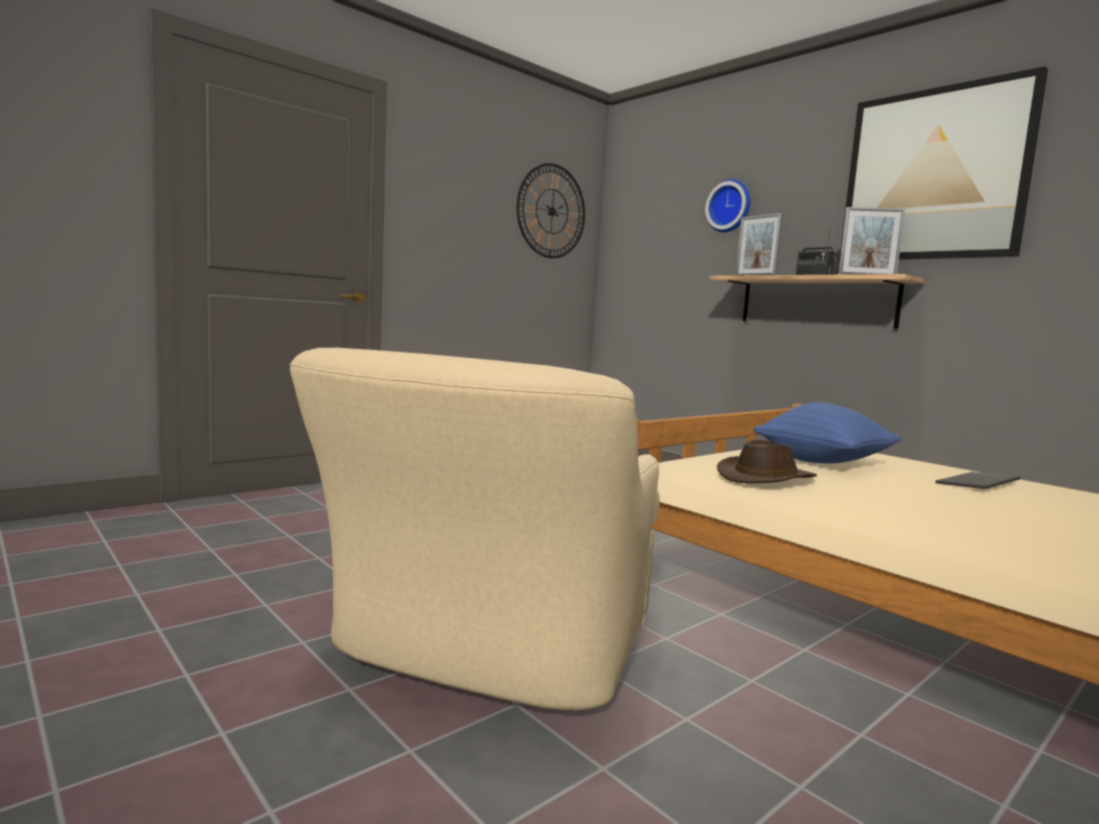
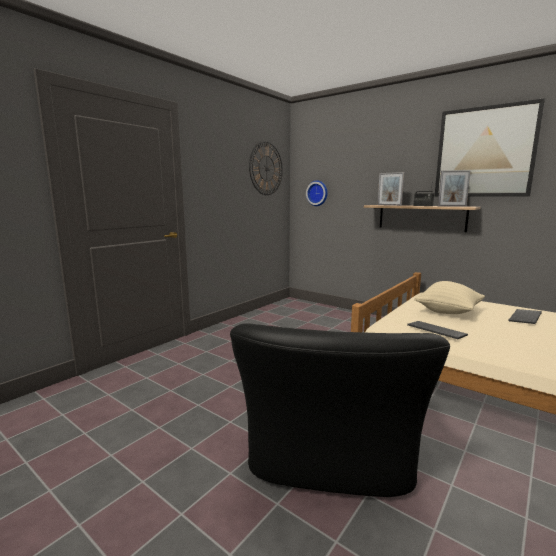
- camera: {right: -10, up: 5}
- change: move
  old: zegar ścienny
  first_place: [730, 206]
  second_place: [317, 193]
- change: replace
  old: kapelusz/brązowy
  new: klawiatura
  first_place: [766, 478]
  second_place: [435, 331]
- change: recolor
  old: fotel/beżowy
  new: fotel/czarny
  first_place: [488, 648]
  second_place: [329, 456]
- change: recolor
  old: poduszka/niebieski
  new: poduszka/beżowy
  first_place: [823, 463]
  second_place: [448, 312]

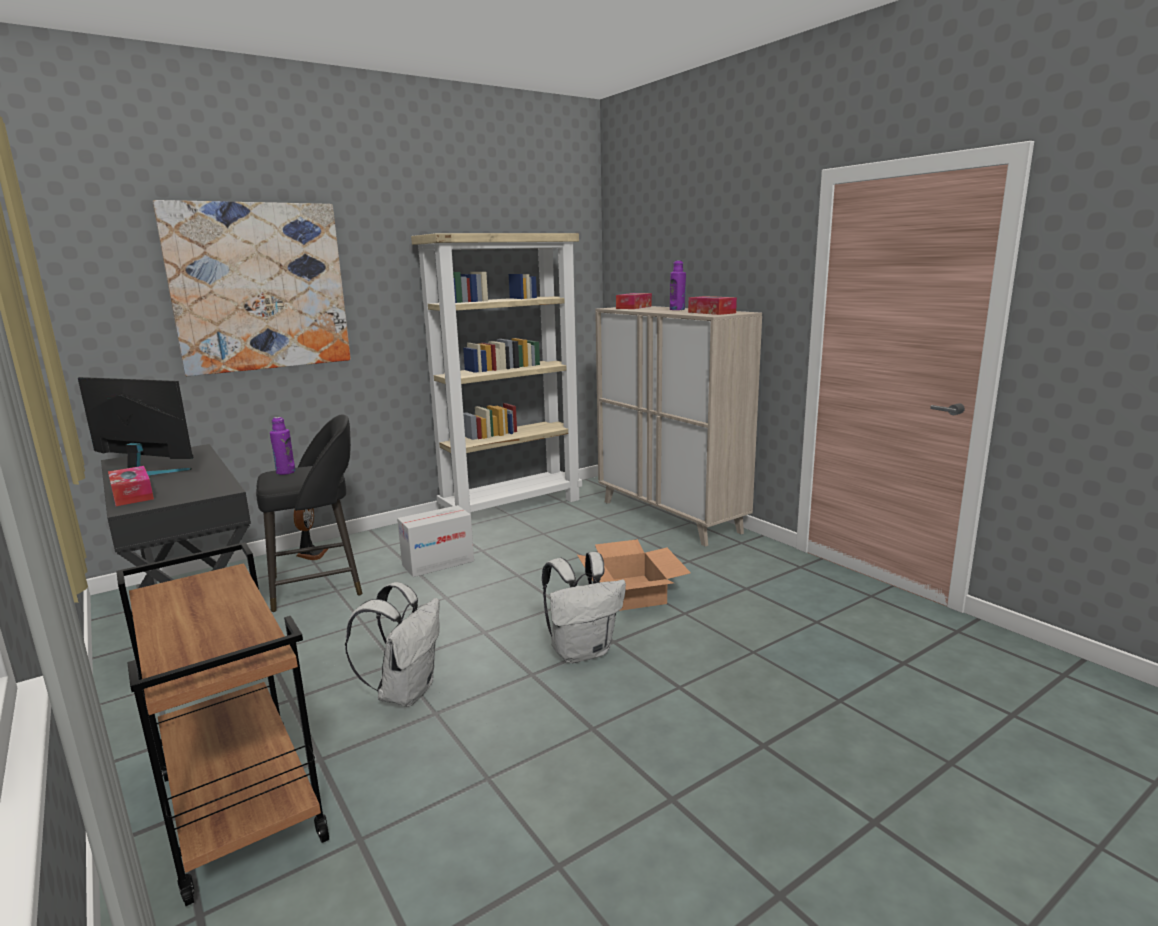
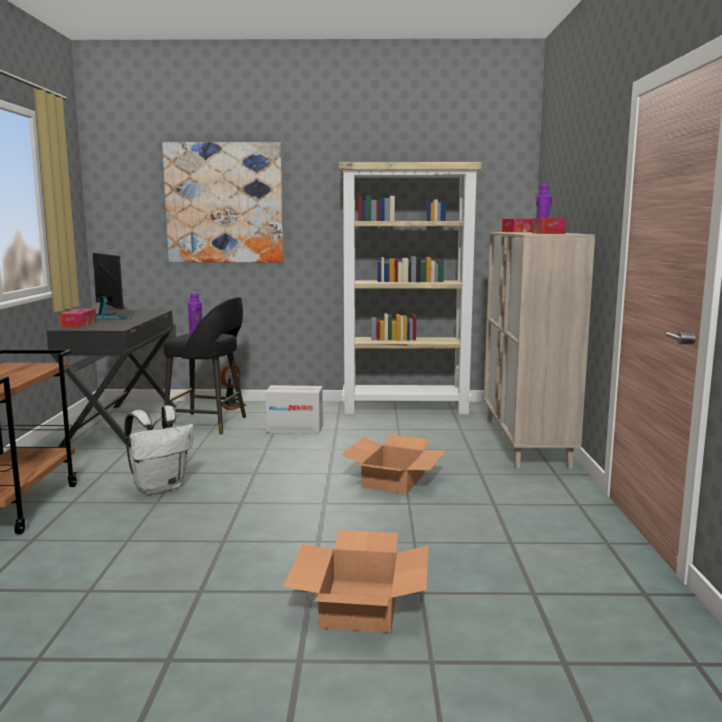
- camera: {right: 35, up: -5}
- change: delete
  old: plecak/biały
  first_place: [582, 651]
- change: insert
  new: karton
  second_place: [359, 605]

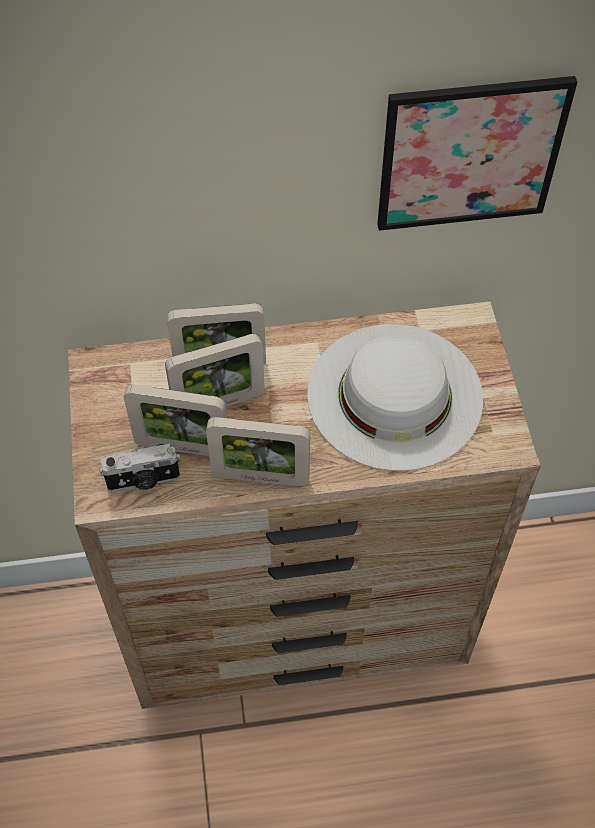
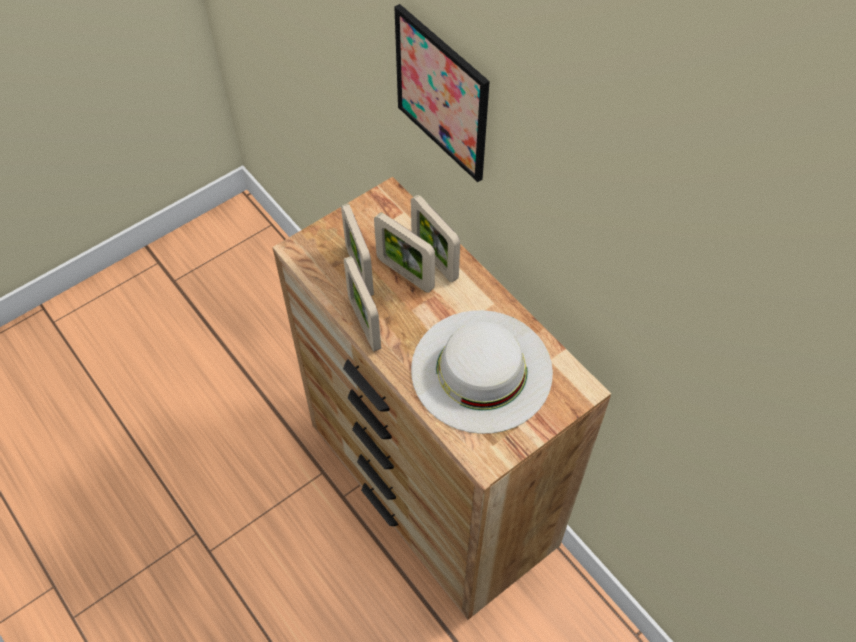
- camera: {right: 60, up: 0}
- change: delete
  old: aparat fotograficzny
  first_place: [143, 480]
- change: move
  old: obraz
  first_place: [470, 154]
  second_place: [442, 94]

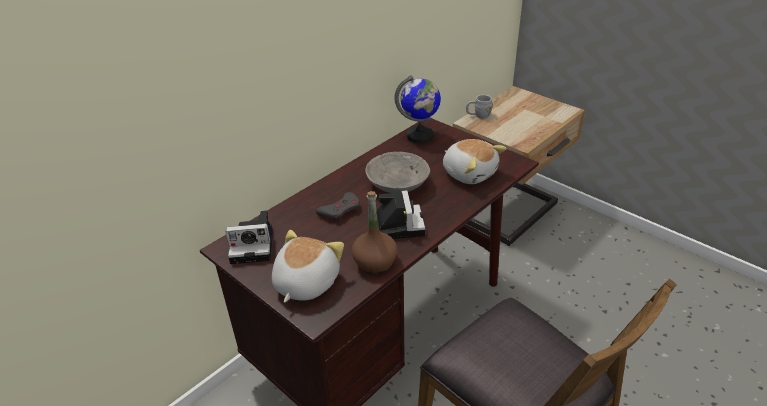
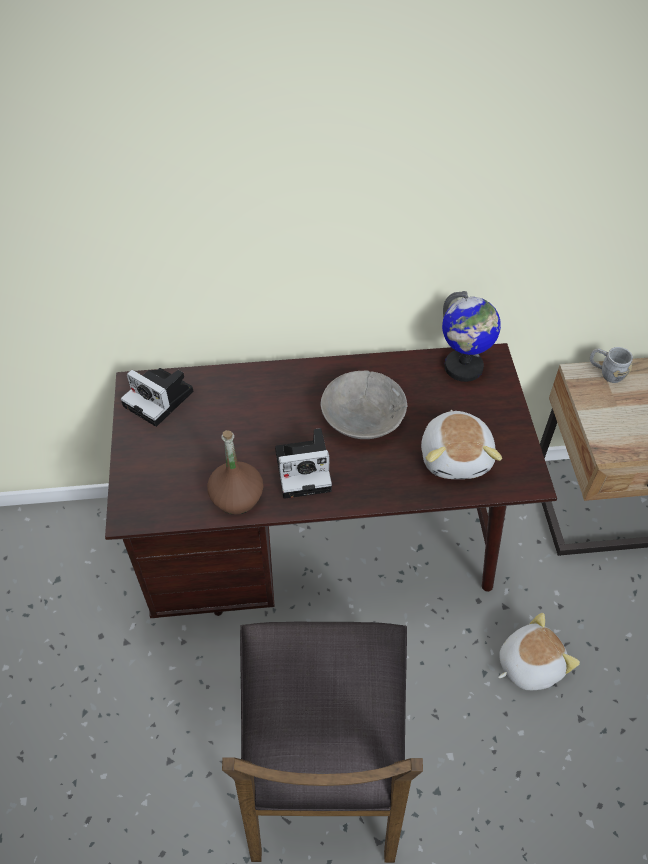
- camera: {right: 40, up: 15}
- change: delete
  old: pad do gier/szary
  first_place: [340, 210]
- change: move
  old: pluszak
  first_place: [305, 283]
  second_place: [528, 663]
- change: rotate
  old: aparat fotograficzny
  first_place: [397, 224]
  second_place: [305, 469]
  degrees: 45

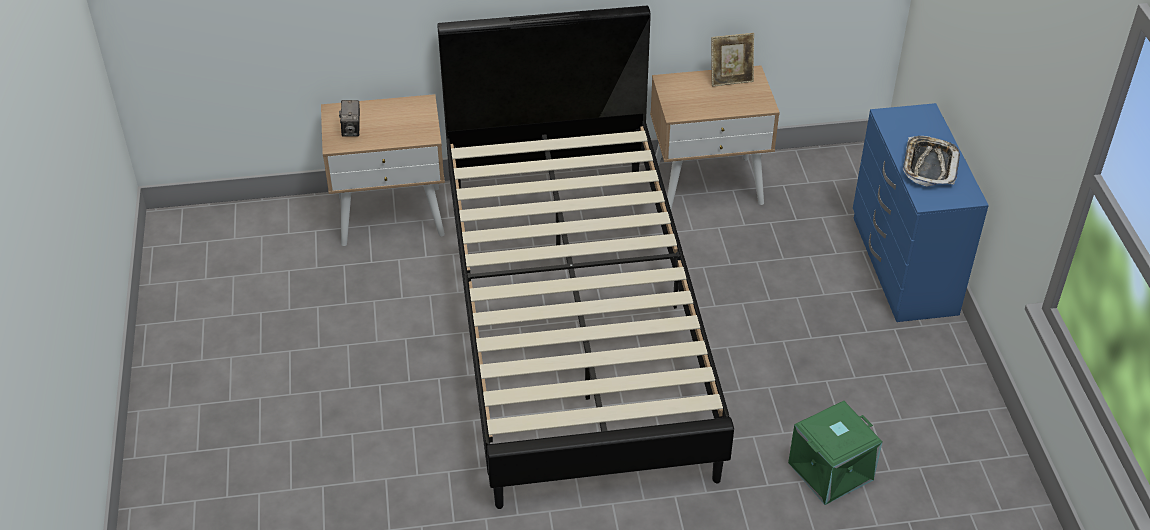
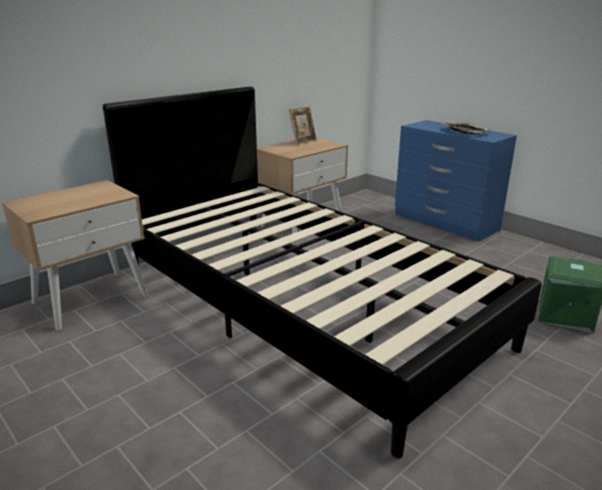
- camera: {right: -35, up: -20}
- change: delete
  old: aparat fotograficzny
  first_place: [351, 130]

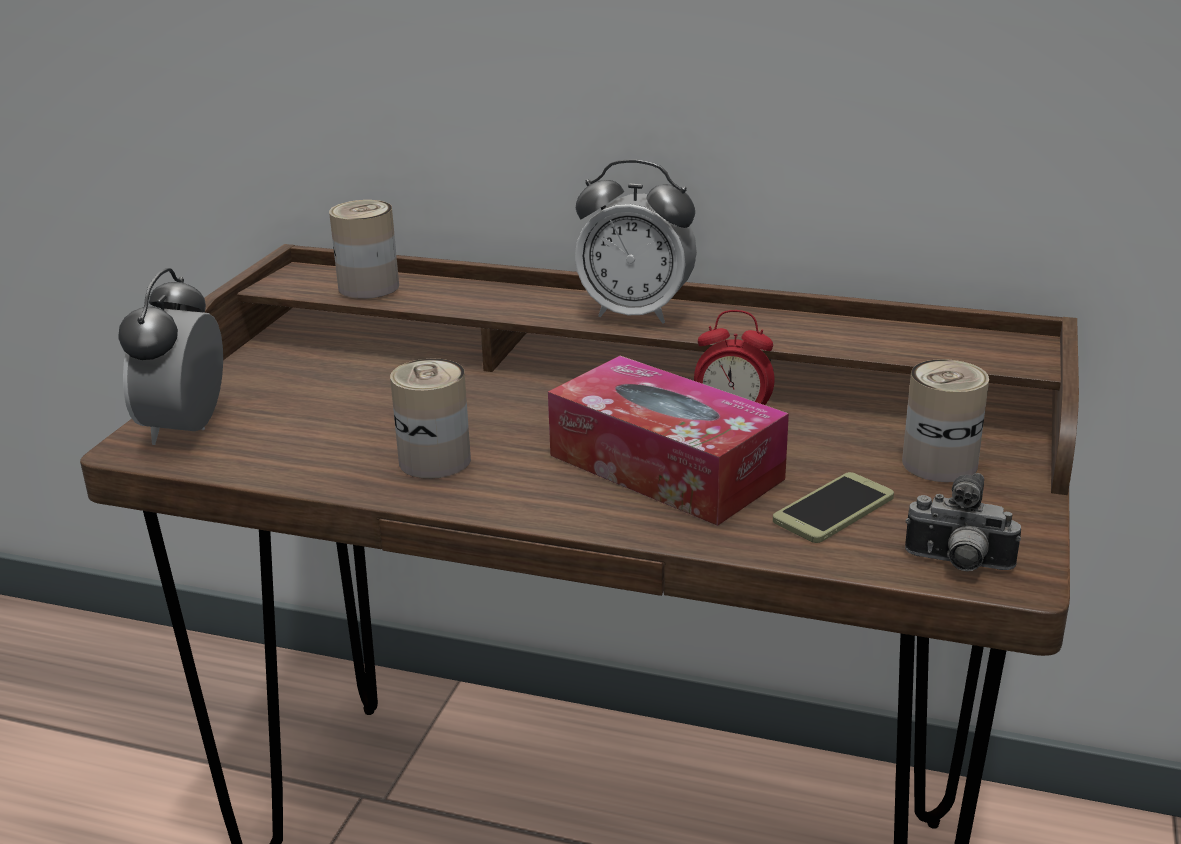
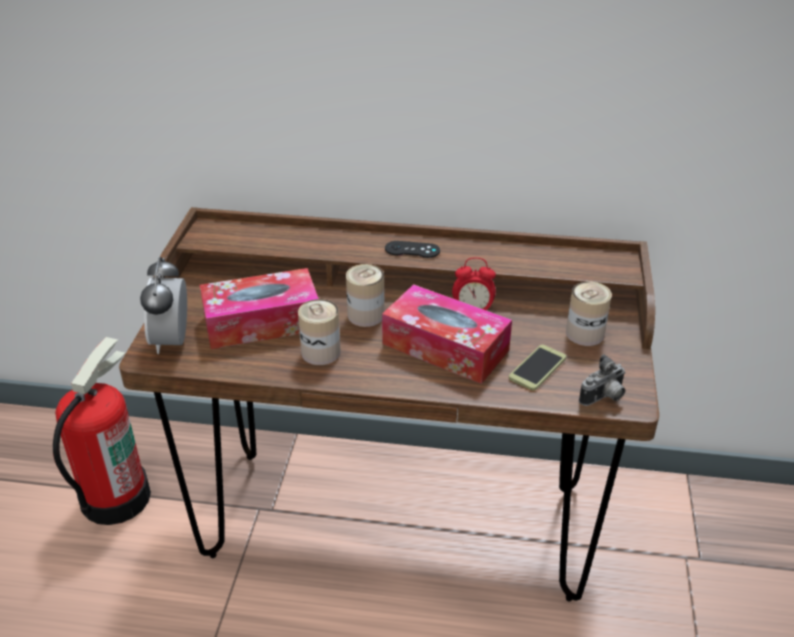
- camera: {right: -10, up: 10}
- change: insert
  new: gaśnica
  second_place: [115, 497]
- change: insert
  new: pudełko chusteczek
  second_place: [262, 322]
- change: move
  old: puszka
  first_place: [368, 287]
  second_place: [366, 315]
- change: replace
  old: budzik
  new: pad do gier/czarny
  first_place: [636, 313]
  second_place: [412, 250]
- change: rotate
  old: aparat fotograficzny
  first_place: [957, 565]
  second_place: [604, 398]
  degrees: -45

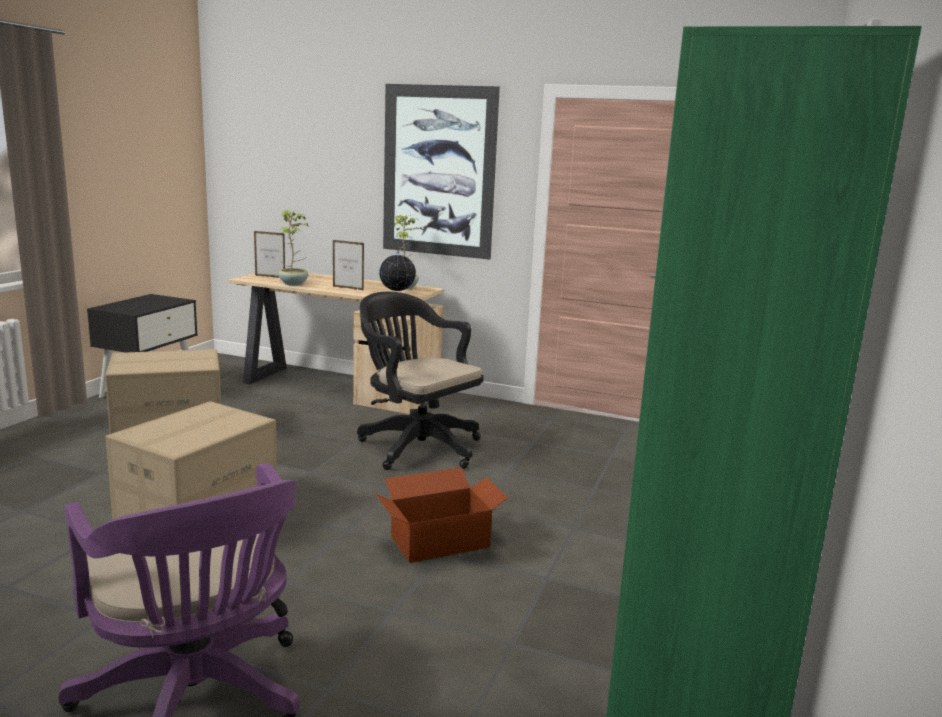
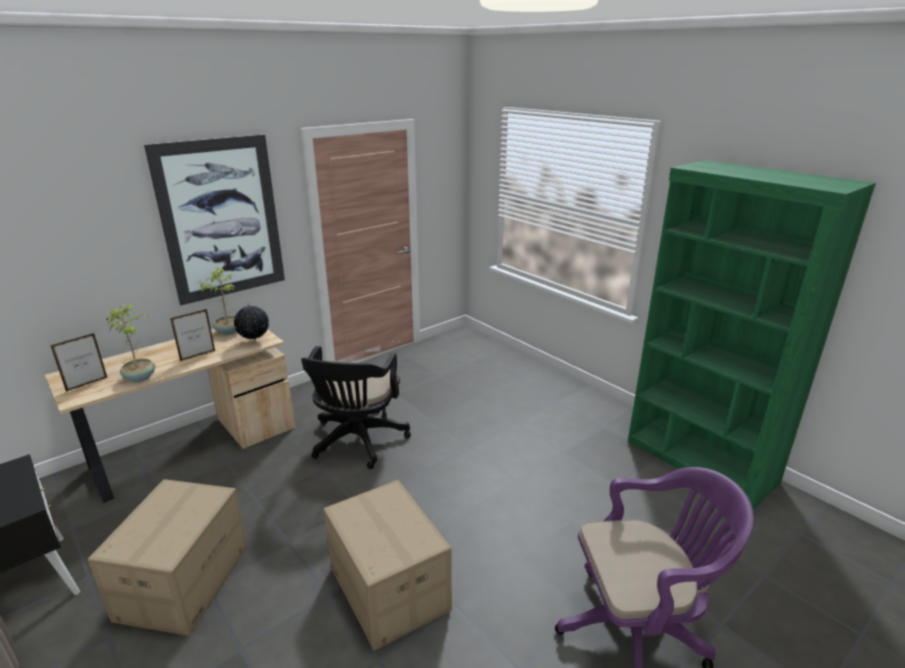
- camera: {right: -60, up: 10}
- change: delete
  old: karton
  first_place: [441, 542]
- change: rotate
  old: krzesło biurowe/czarny
  first_place: [416, 446]
  second_place: [357, 442]
  degrees: -60

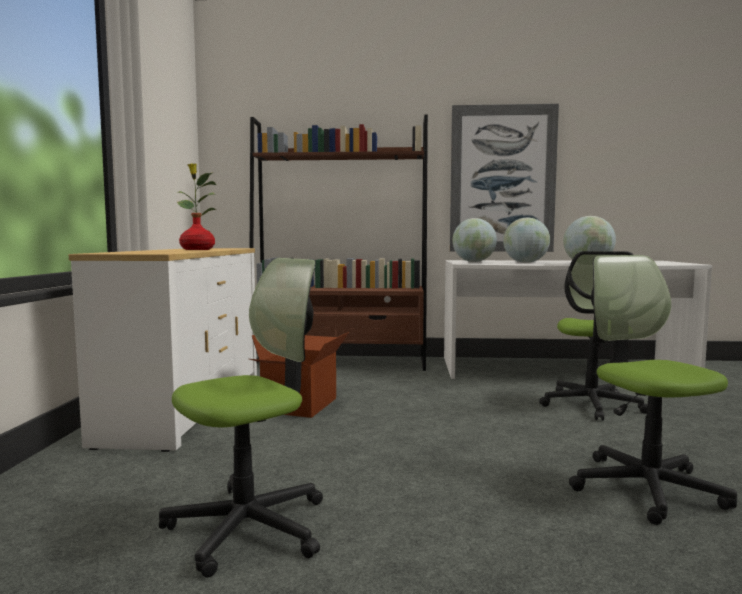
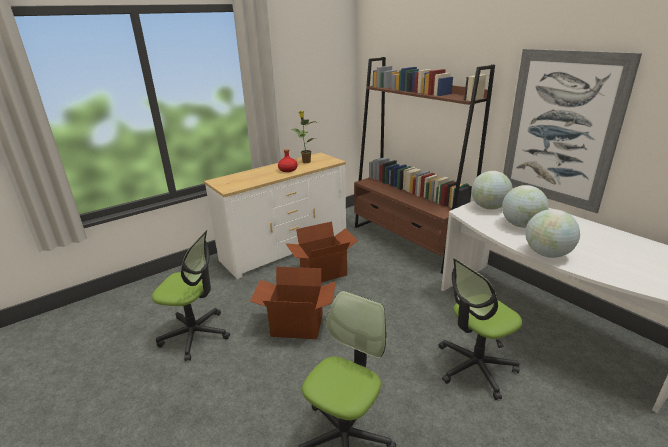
- camera: {right: 50, up: 20}
- change: insert
  new: karton
  second_place: [297, 326]

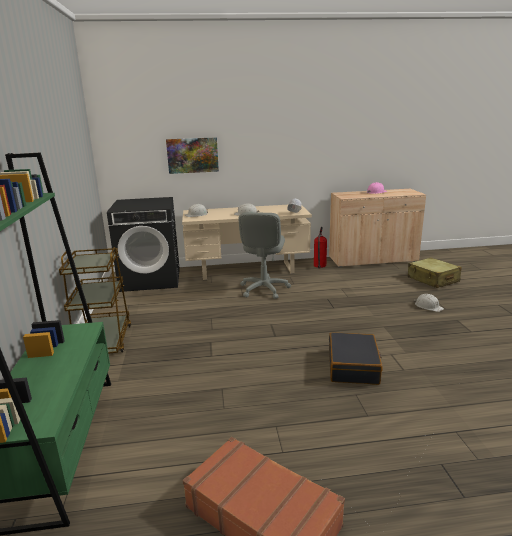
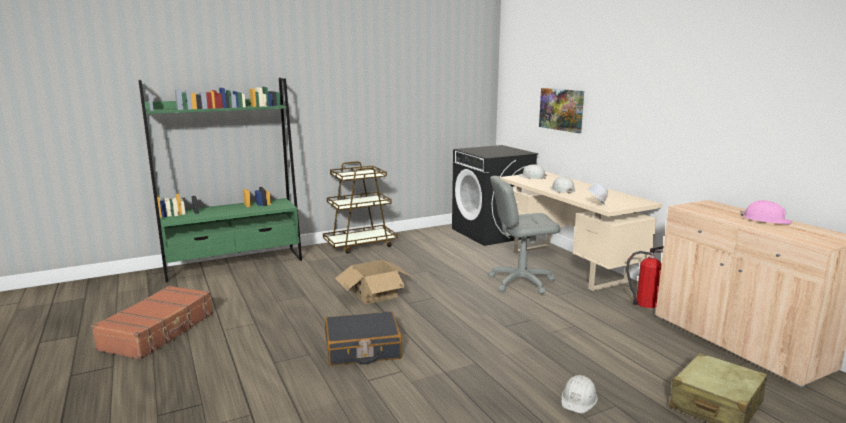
- camera: {right: 70, up: -5}
- change: insert
  new: karton
  second_place: [374, 294]

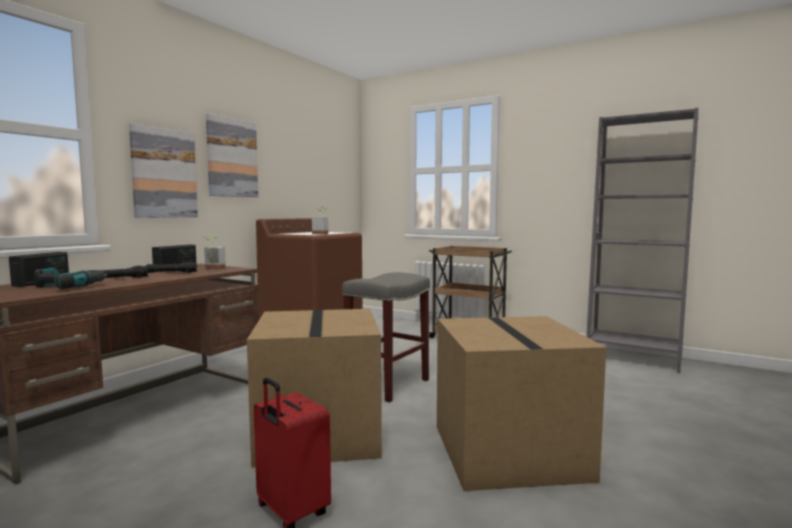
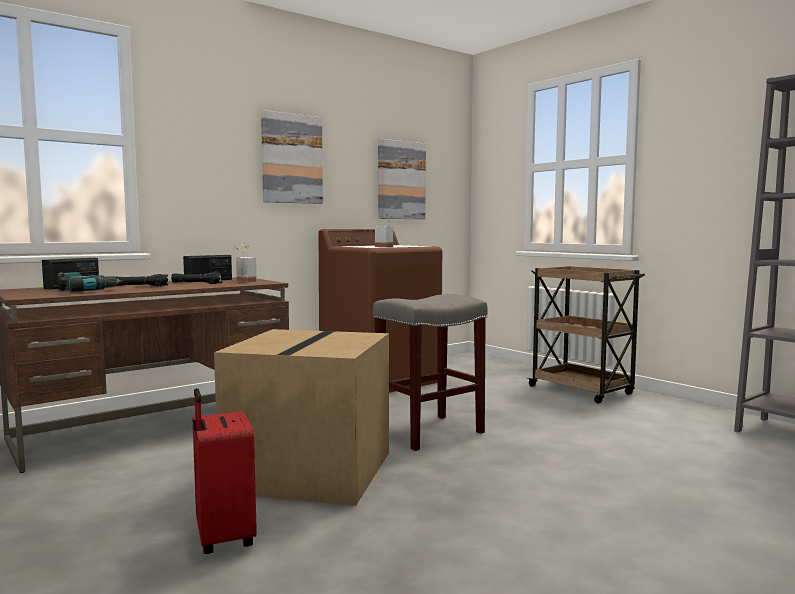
- camera: {right: 20, up: 0}
- change: delete
  old: karton
  first_place: [511, 452]
- change: move
  old: obraz
  first_place: [164, 173]
  second_place: [401, 180]

